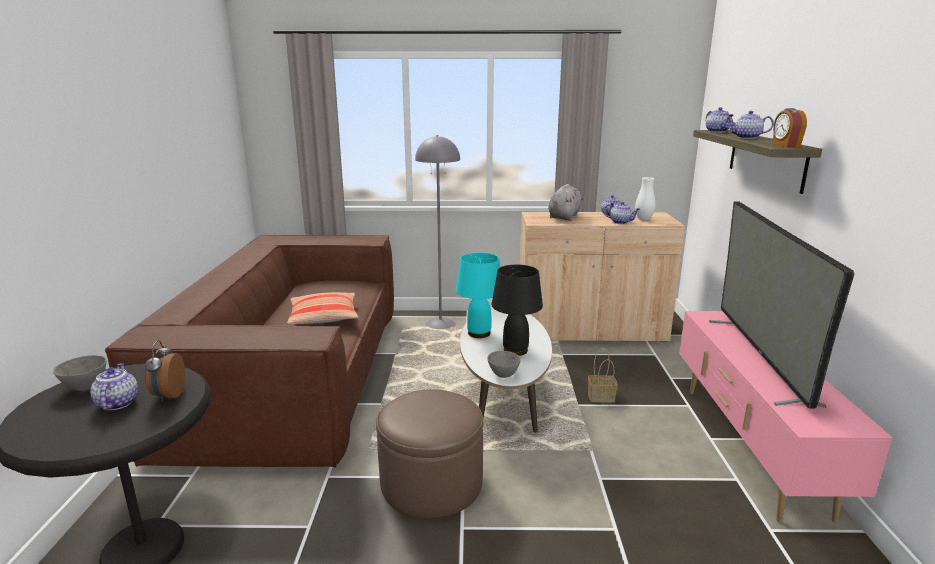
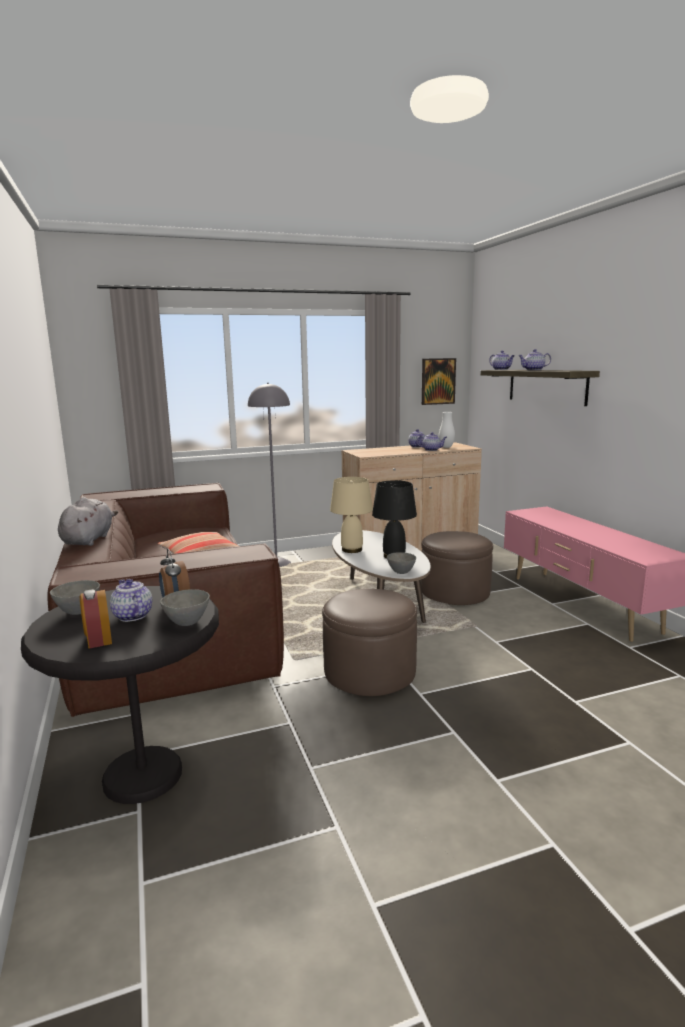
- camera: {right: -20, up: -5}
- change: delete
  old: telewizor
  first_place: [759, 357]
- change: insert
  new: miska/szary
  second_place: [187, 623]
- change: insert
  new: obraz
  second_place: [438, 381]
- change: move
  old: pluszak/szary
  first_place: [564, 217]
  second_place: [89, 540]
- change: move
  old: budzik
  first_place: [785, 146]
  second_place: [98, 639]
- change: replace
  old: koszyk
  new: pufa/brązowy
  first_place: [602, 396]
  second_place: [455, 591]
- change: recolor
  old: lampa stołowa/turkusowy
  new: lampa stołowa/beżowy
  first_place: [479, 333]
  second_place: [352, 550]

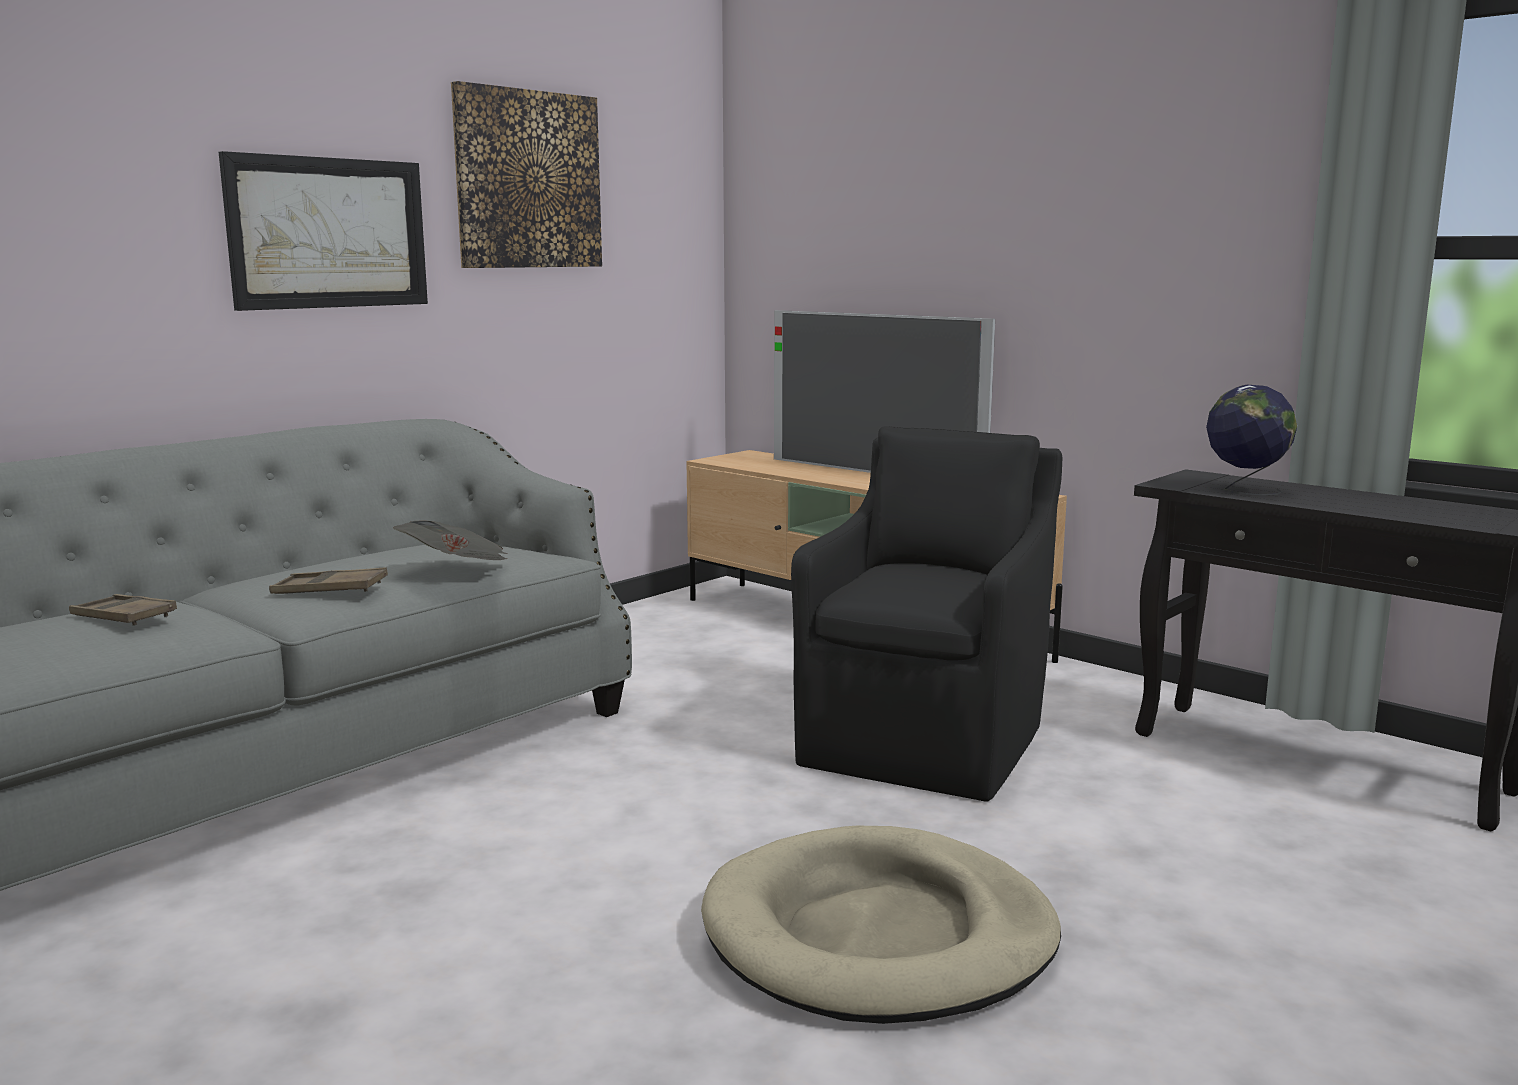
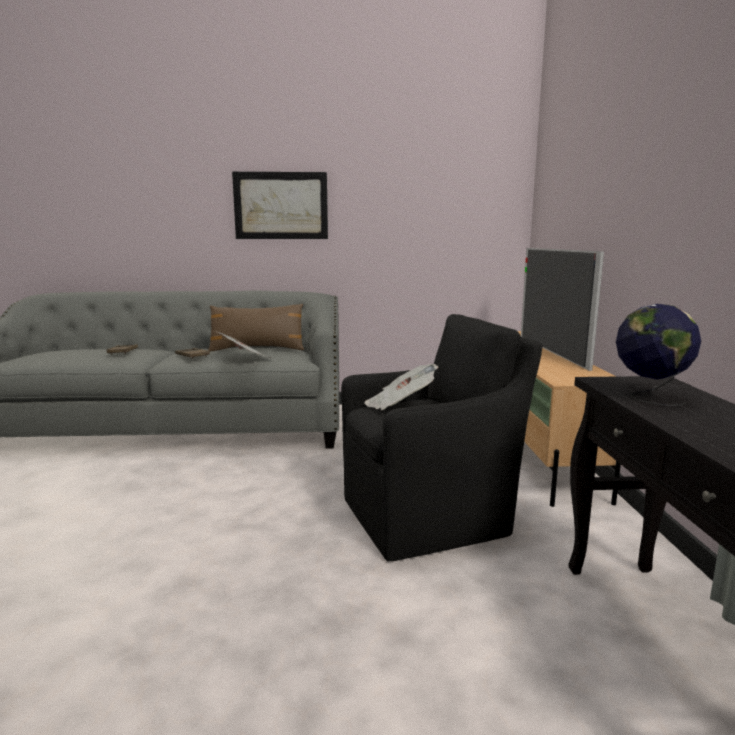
- camera: {right: 45, up: 0}
- change: delete
  old: obraz
  first_place: [528, 180]
- change: delete
  old: legowisko/beżowy
  first_place: [879, 936]
- change: insert
  new: poduszka/brązowy
  second_place: [257, 349]
- change: insert
  new: gazeta
  second_place: [400, 405]

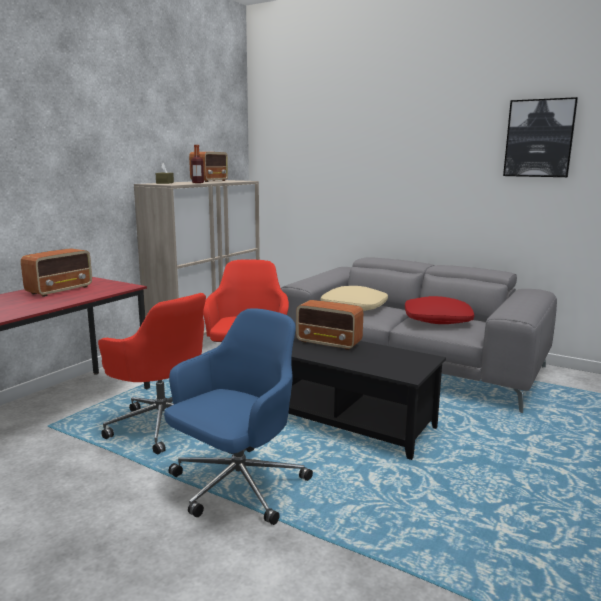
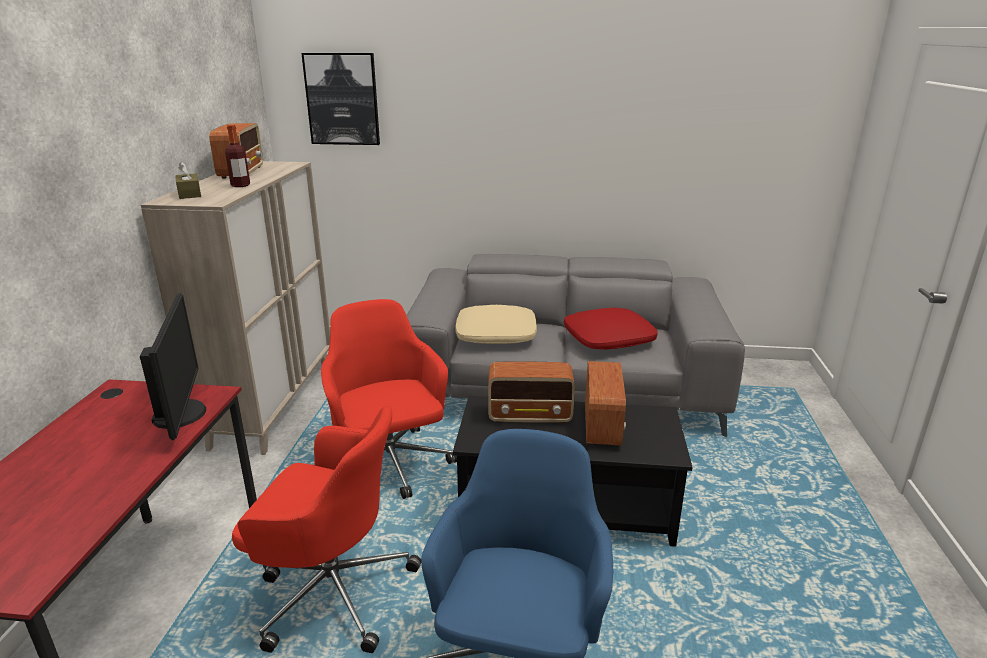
- camera: {right: -25, up: 10}
- change: insert
  new: monitor
  second_place: [182, 414]
- change: move
  old: radio
  first_place: [60, 290]
  second_place: [602, 425]
- change: move
  old: obraz
  first_place: [539, 138]
  second_place: [342, 99]

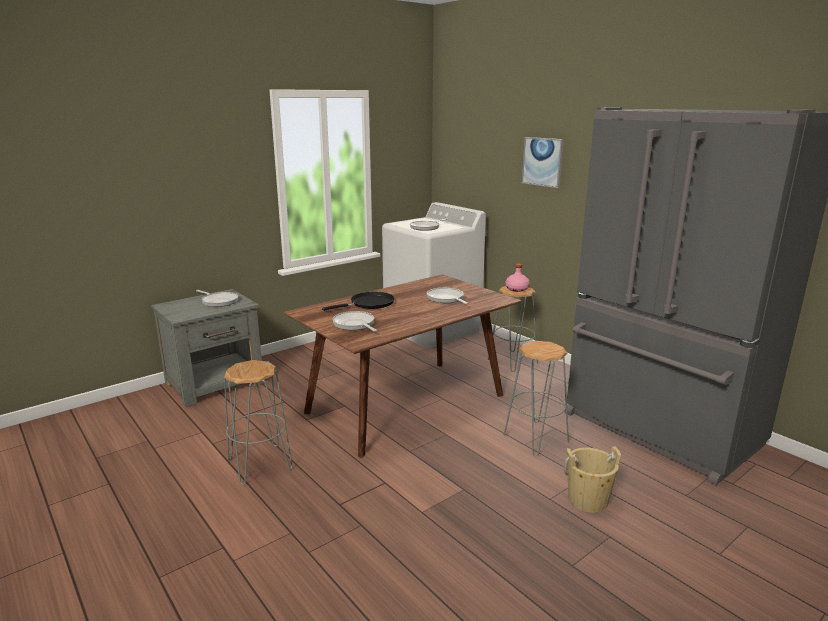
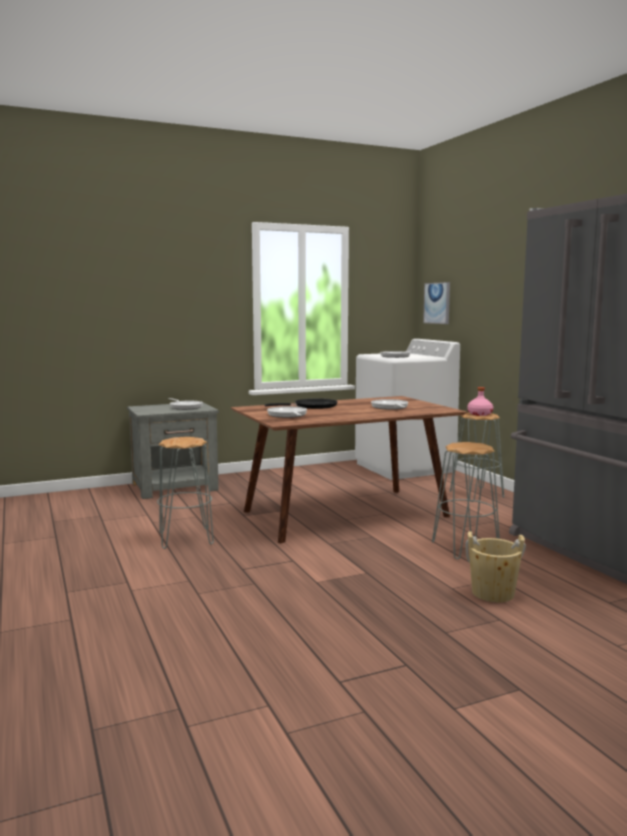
- camera: {right: 15, up: -10}
- change: move
  old: obraz
  first_place: [543, 162]
  second_place: [437, 303]

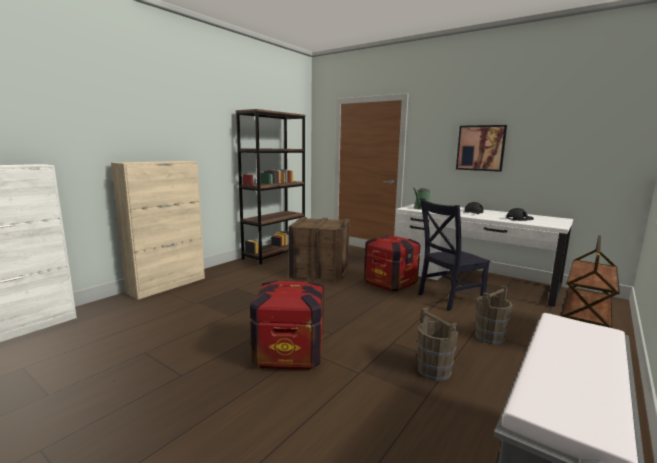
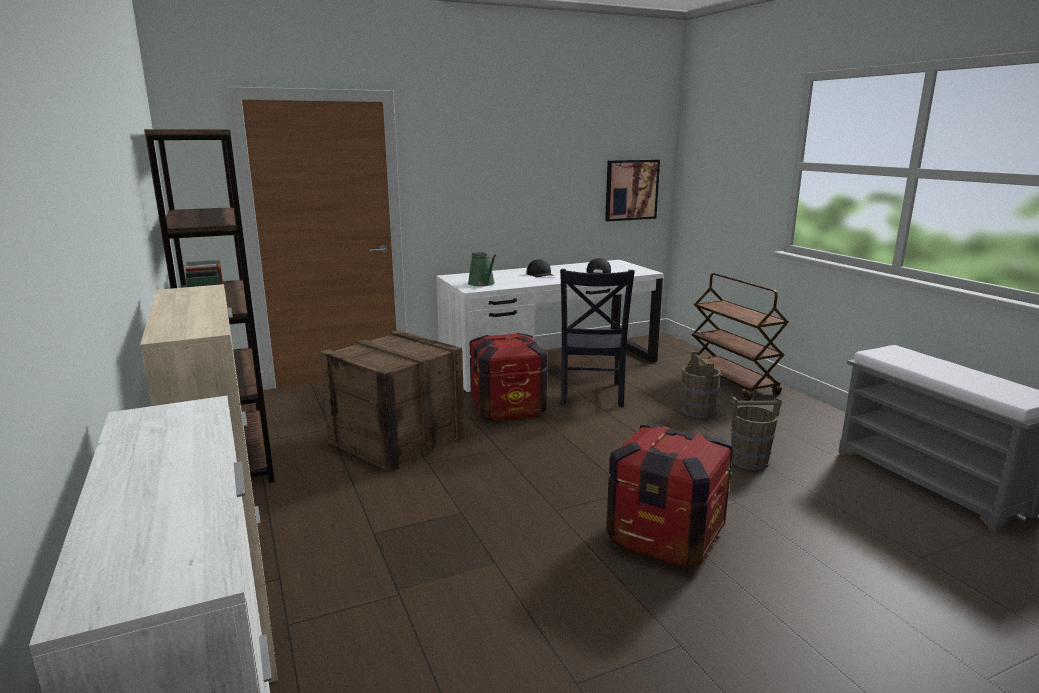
- camera: {right: -60, up: 5}
- change: move
  old: obraz
  first_place: [480, 148]
  second_place: [631, 190]

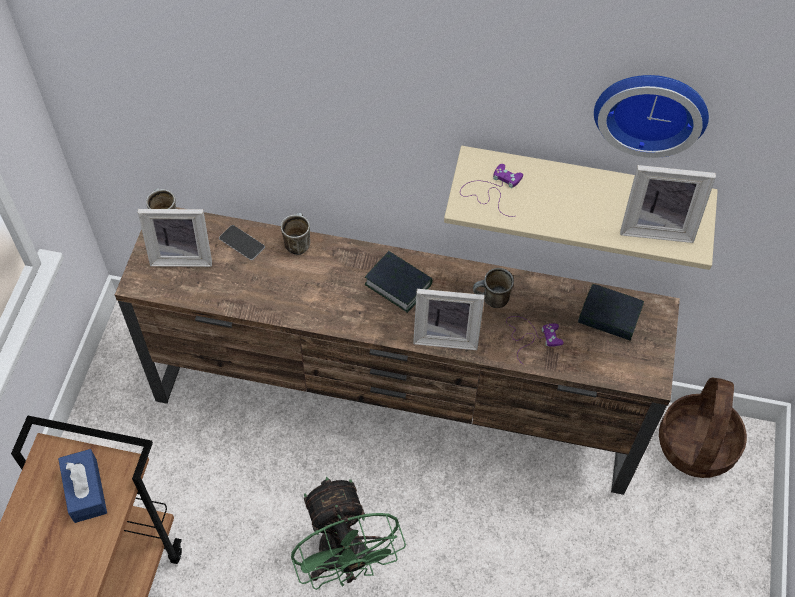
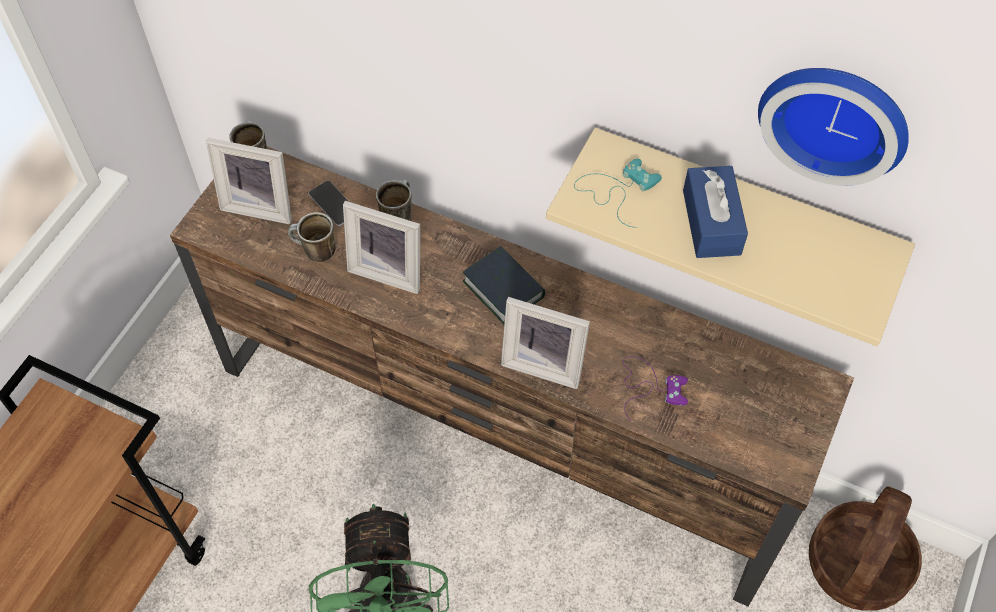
- camera: {right: 15, up: 0}
- change: delete
  old: książka
  first_place: [609, 316]
- change: move
  old: pudełko chusteczek/niebieski
  first_place: [85, 490]
  second_place: [711, 222]
- change: move
  old: kubek
  first_place: [491, 301]
  second_place: [314, 252]
- change: move
  old: ramka na zdjęcie
  first_place: [656, 226]
  second_place: [389, 269]
- change: recolor
  old: pad do gier/fioletowy
  new: pad do gier/turkusowy
  first_place: [492, 190]
  second_place: [616, 190]

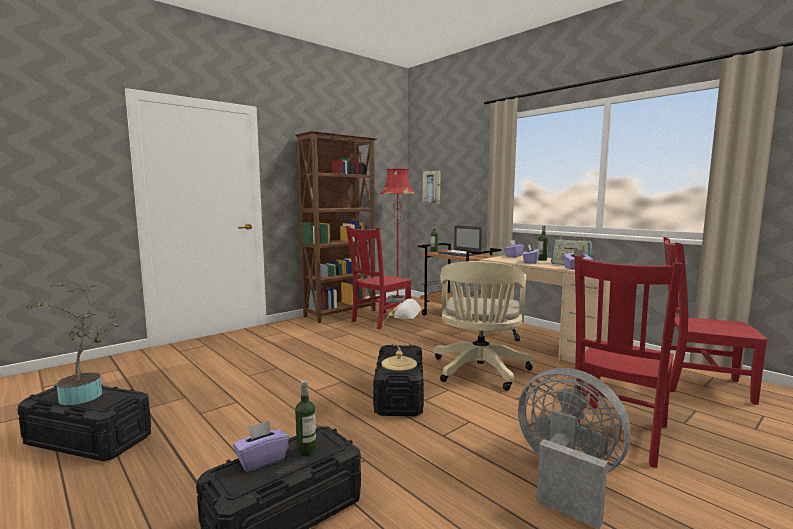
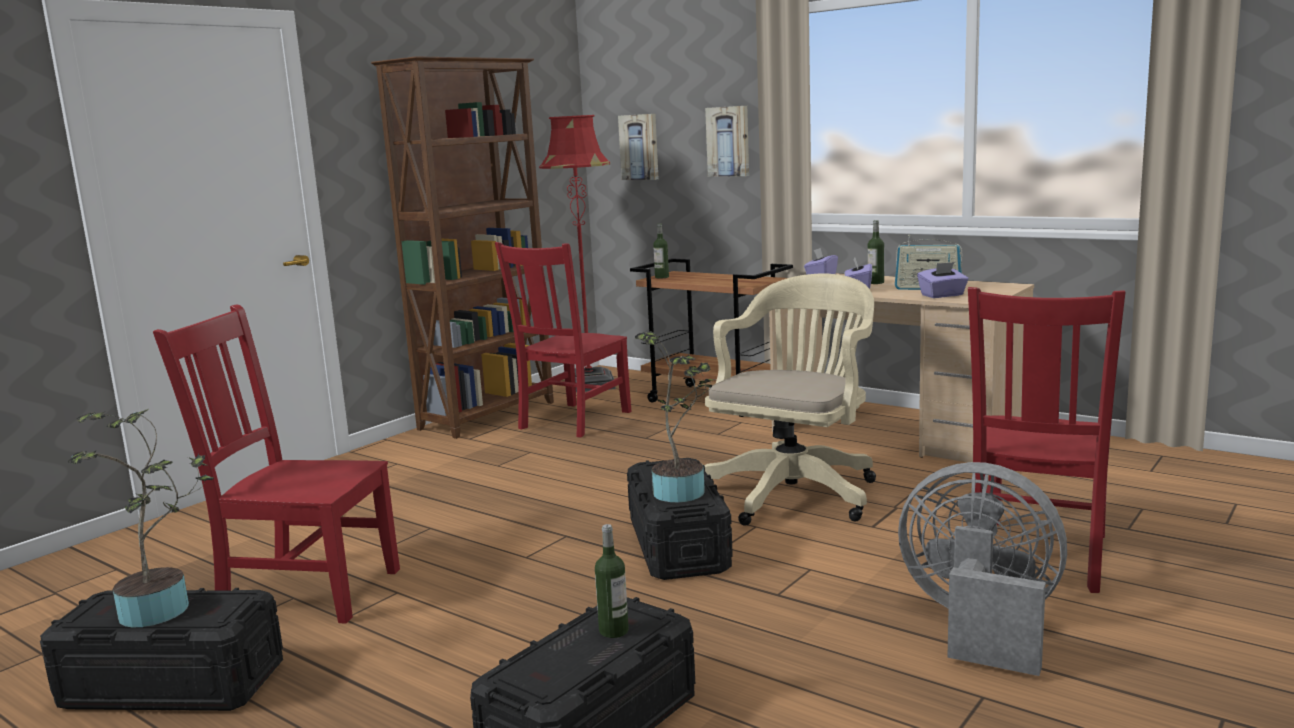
- camera: {right: -10, up: 5}
- change: delete
  old: pudełko chusteczek/fioletowy
  first_place: [261, 460]
- change: delete
  old: laptop
  first_place: [460, 254]
- change: insert
  new: obraz
  second_place: [729, 141]
- change: move
  old: krzesło/czerwony
  first_place: [698, 385]
  second_place: [305, 591]
- change: replace
  old: lampa stołowa
  new: roślina doniczkowa
  first_place: [401, 363]
  second_place: [682, 490]
- change: rotate
  old: krzesło biurowe/beżowy
  first_place: [479, 372]
  second_place: [796, 492]
  degrees: -150

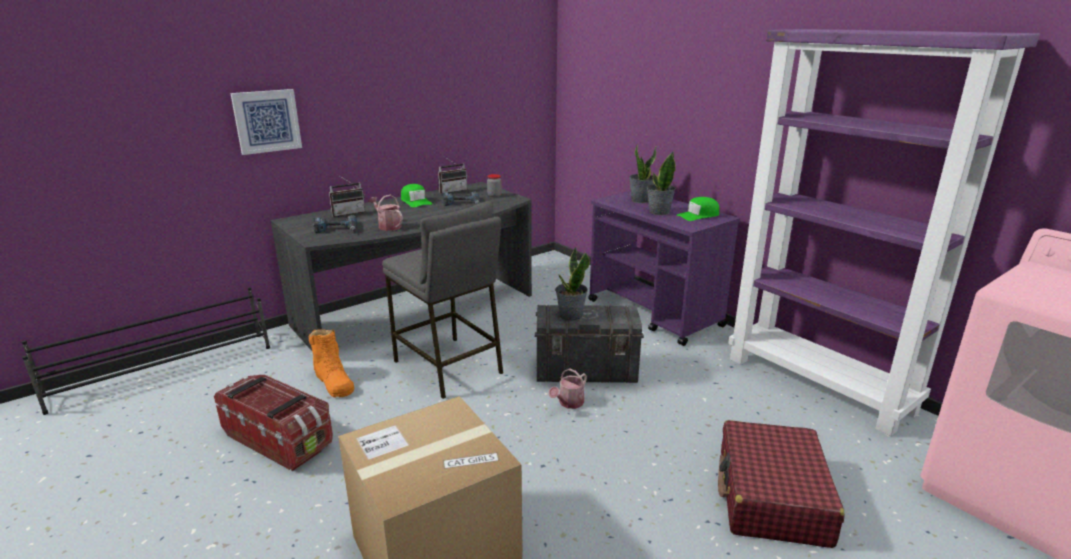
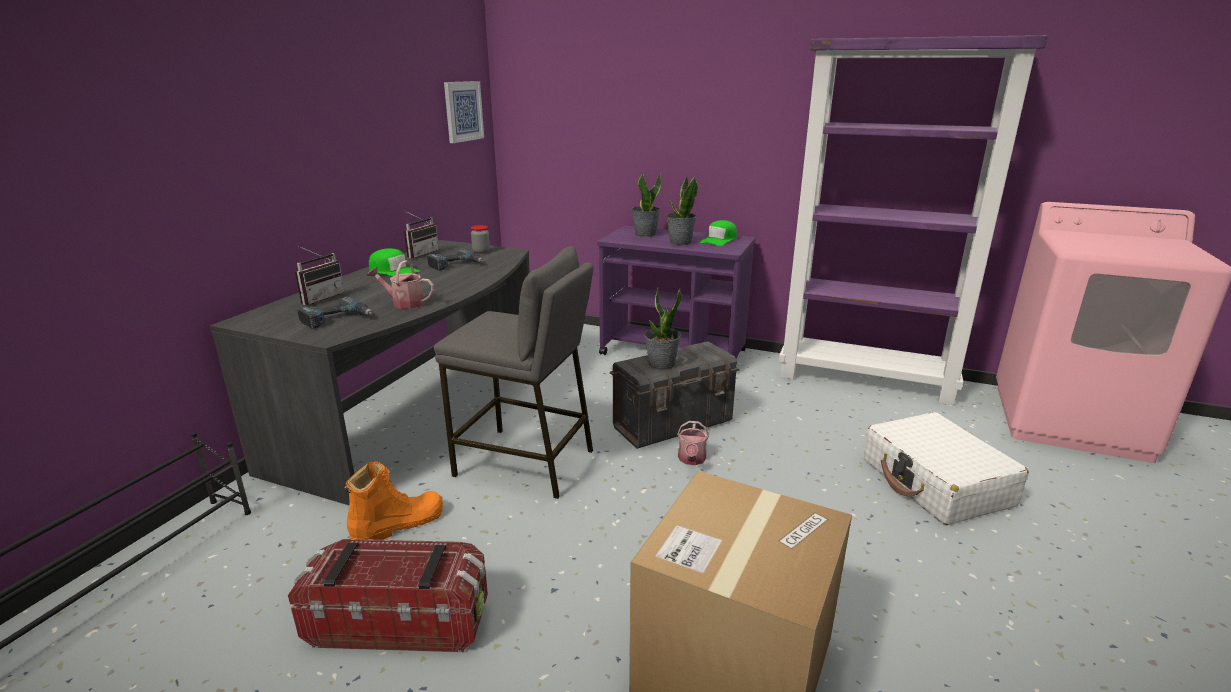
- camera: {right: -30, up: 0}
- change: move
  old: obraz
  first_place: [267, 121]
  second_place: [463, 111]
- change: recolor
  old: walizka/czerwony
  new: walizka/biały
  first_place: [771, 497]
  second_place: [936, 483]
- change: rotate
  old: but z cholewką/pomarańczowy
  first_place: [334, 382]
  second_place: [398, 525]
  degrees: -60

